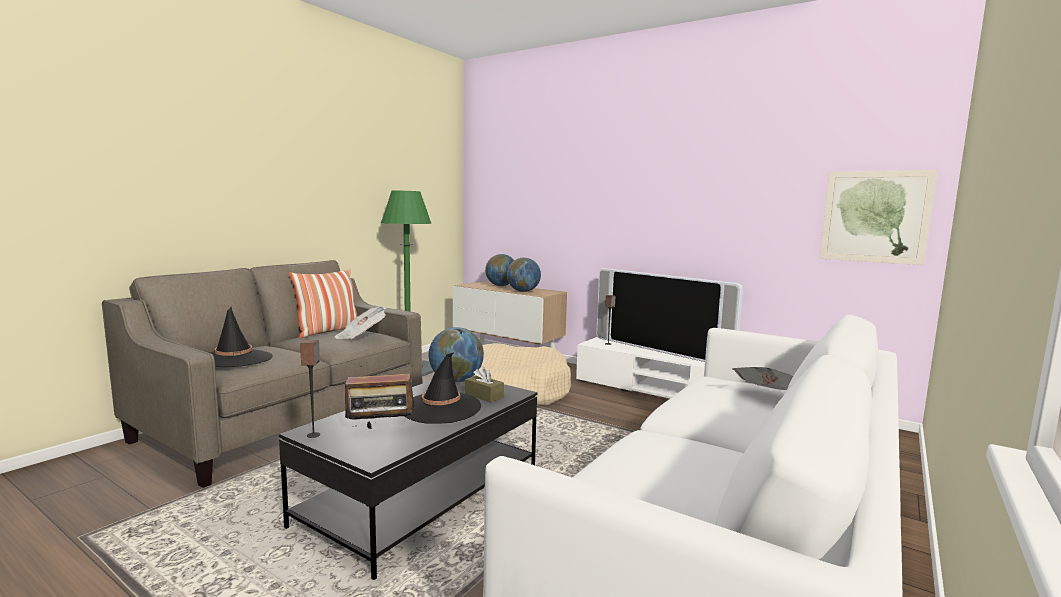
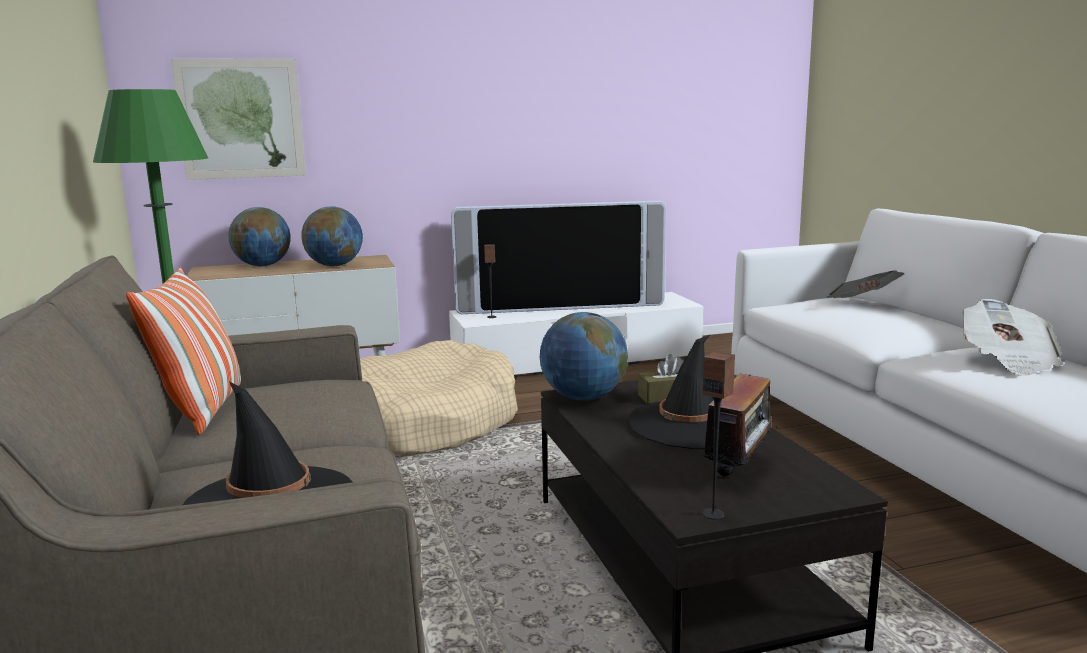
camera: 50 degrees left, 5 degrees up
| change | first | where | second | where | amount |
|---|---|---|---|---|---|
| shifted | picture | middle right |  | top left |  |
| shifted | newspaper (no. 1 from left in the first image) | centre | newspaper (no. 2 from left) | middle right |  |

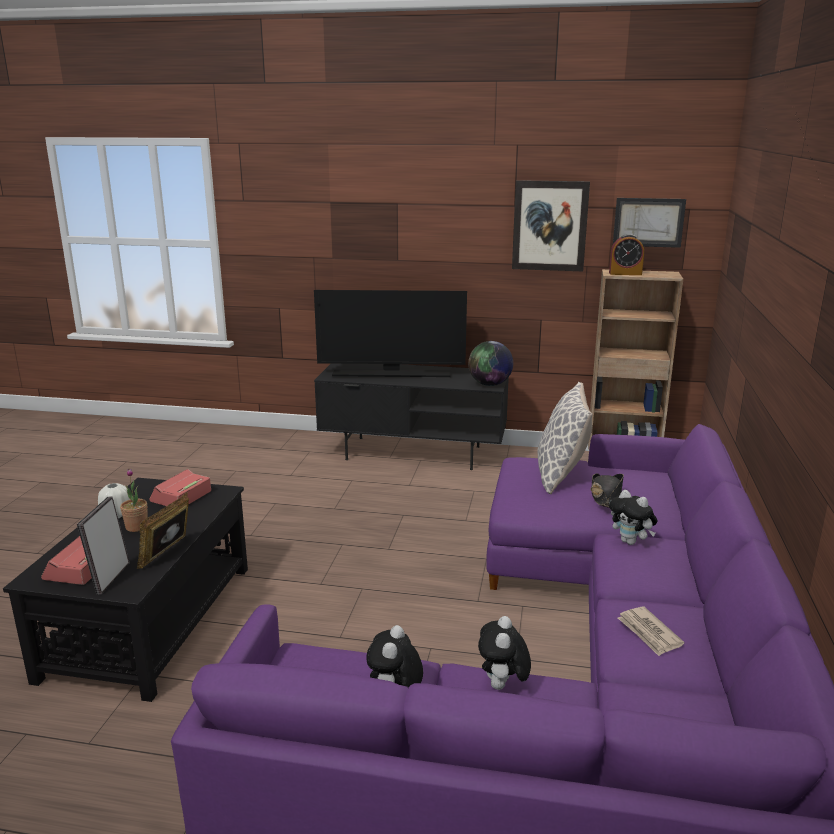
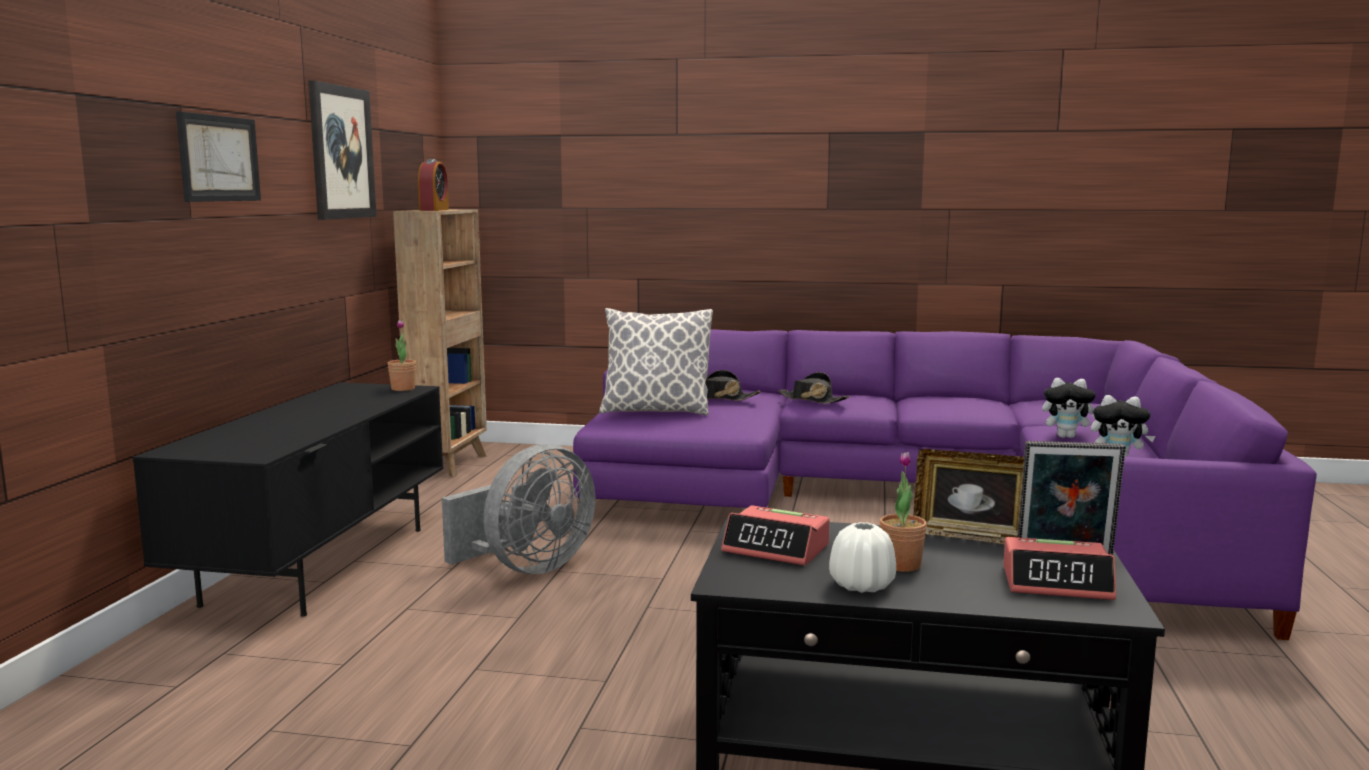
camera: 90 degrees left, 10 degrees down
| change | first | where | second | where | amount |
|---|---|---|---|---|---|
| shifted | picture (no. 2 from left in the first image) | top right | picture (no. 1 from left) | top left |  |
| gone | TV set | centre |  |  |  |
| swapped | desk globe | centre | potted plant (no. 1 from left) | middle left |  |
| swapped | cuddly toy (no. 3 from left) | middle right | wearable hat/black (no. 2 from left) | centre |  |
| gone | newspaper | bottom right |  |  |  |
| new |  |  | fan/grey | centre |  |

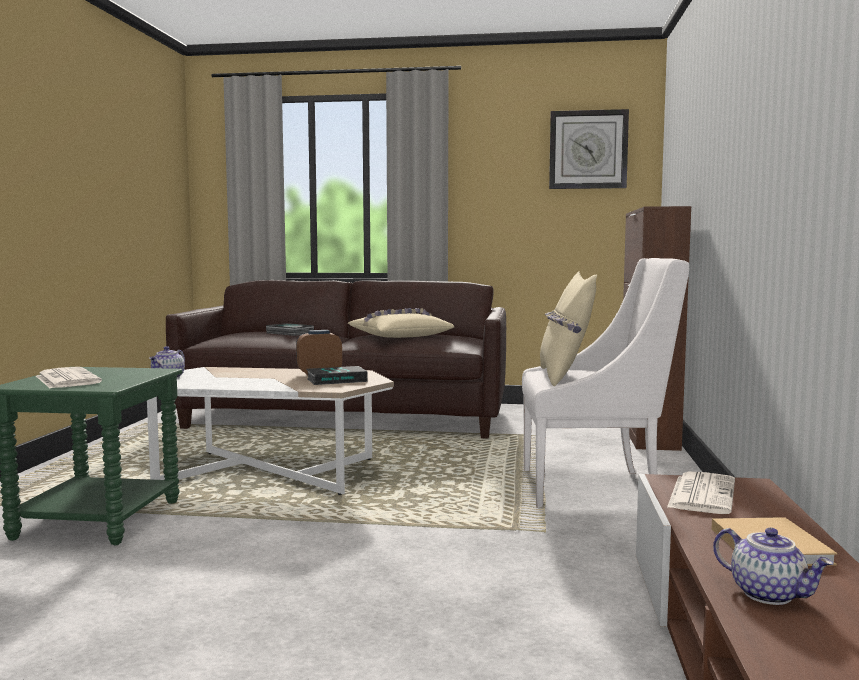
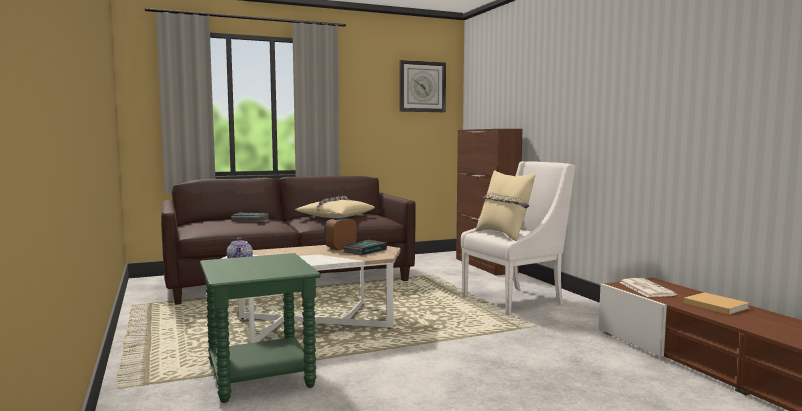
camera: 30 degrees left, 0 degrees up
| change | first | where | second | where | amount |
|---|---|---|---|---|---|
| gone | newspaper (no. 1 from left) | middle left |  |  |  |
| gone | tea pot (no. 2 from left) | bottom right |  |  |  |

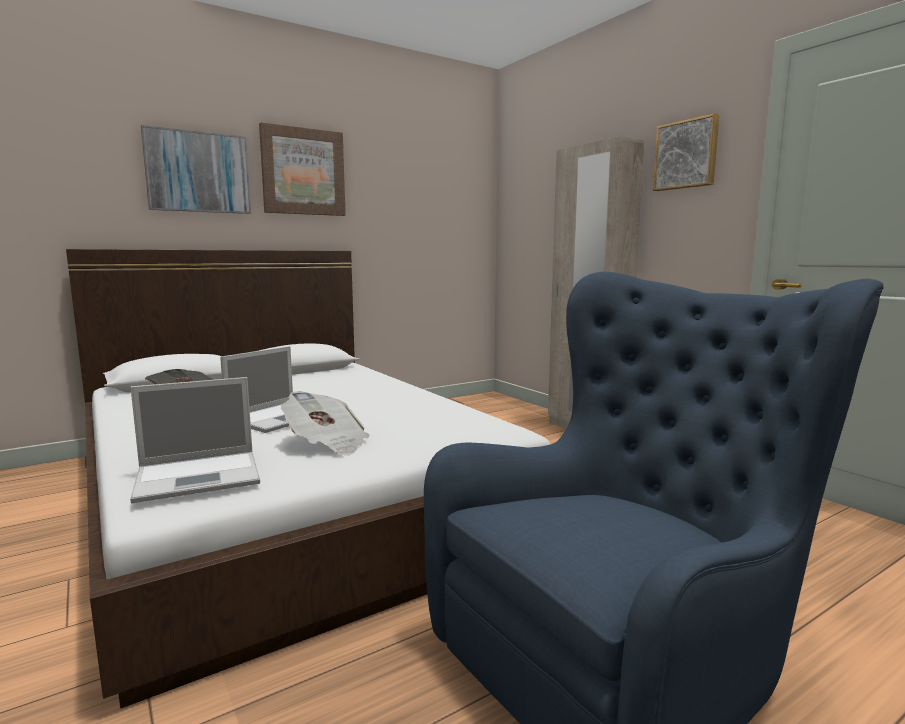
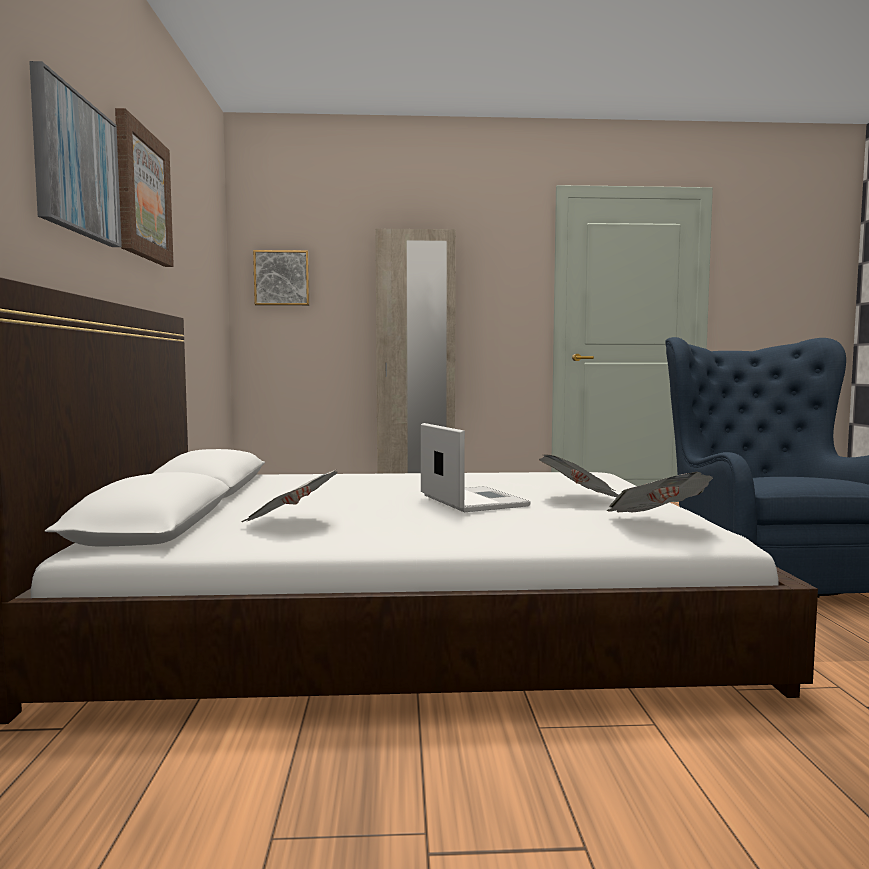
camera: 60 degrees left, 5 degrees down
| change | first | where | second | where | amount |
|---|---|---|---|---|---|
| shifted | picture (no. 3 from left) | top right |  | top left |  |
| swapped | notebook computer (no. 1 from left) | middle left | newspaper (no. 3 from left) | middle right |  |

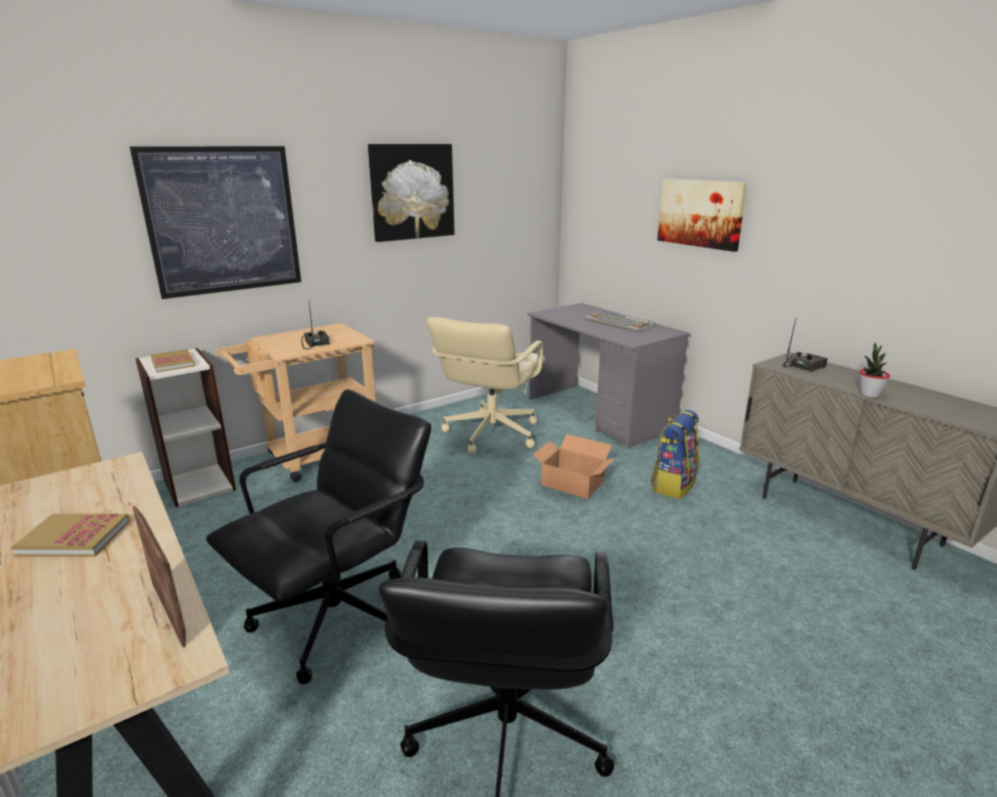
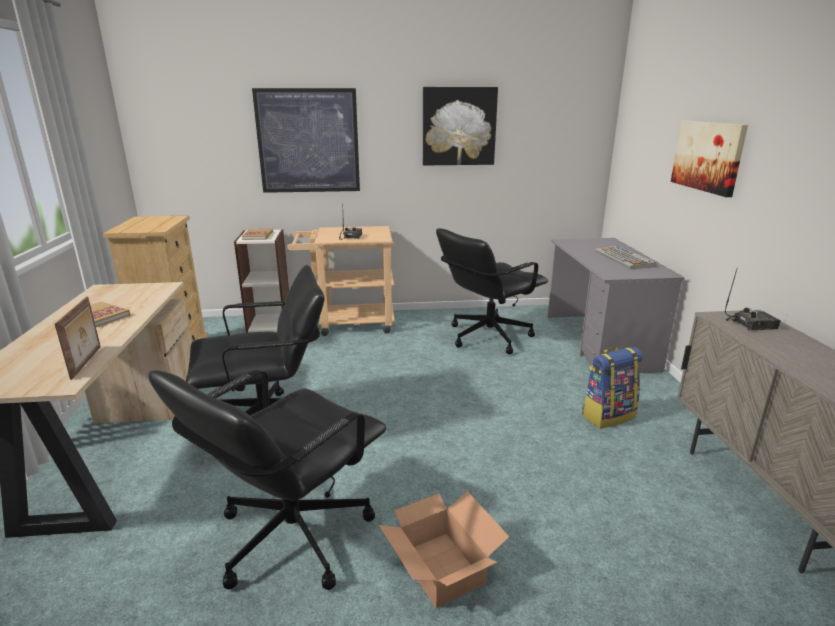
camera: 30 degrees right, 0 degrees up
| change | first | where | second | where | amount |
|---|---|---|---|---|---|
| repainted | desk chair/beige | centre | desk chair/black (no. 3 from left) | centre |  |
| gone | potted plant | middle right |  |  |  |
| shifted | cardboard box | centre |  | bottom centre |  |

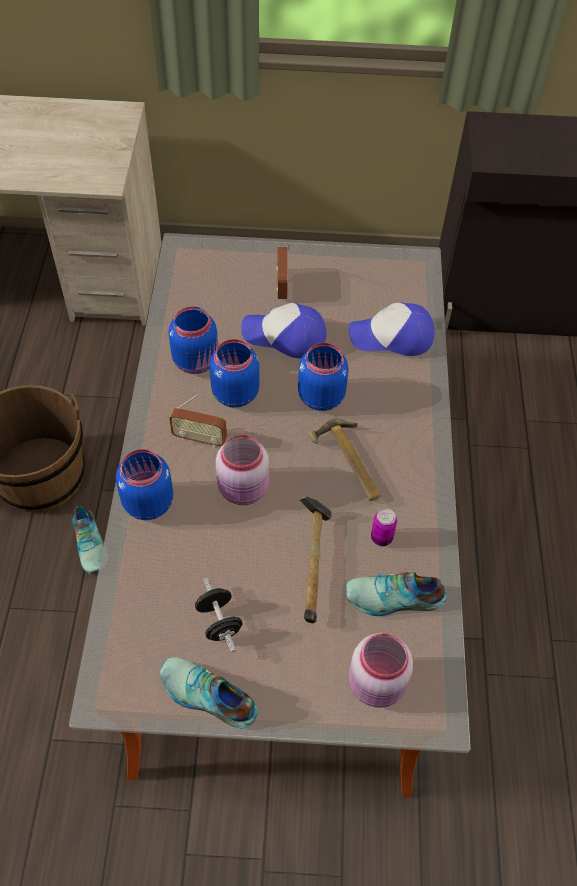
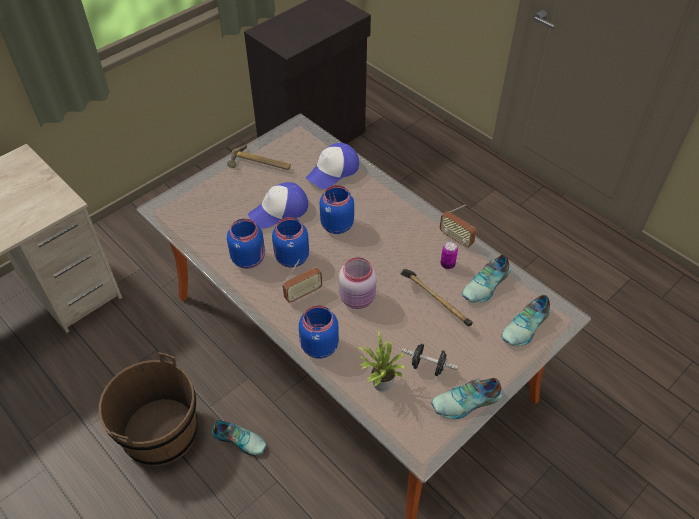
camera: 45 degrees left, 5 degrees down
| change | first | where | second | where | amount |
|---|---|---|---|---|---|
| shifted | radio set (no. 2 from left) | top centre |  | centre |  |
| shifted | tool hammer (no. 2 from left in the first image) | centre | tool hammer (no. 1 from left) | top centre |  |
| swapped | preserve jar/pink (no. 2 from left) | bottom centre | low shoe (no. 4 from left) | middle right |  |
| new |  |  | potted plant | bottom centre |  |

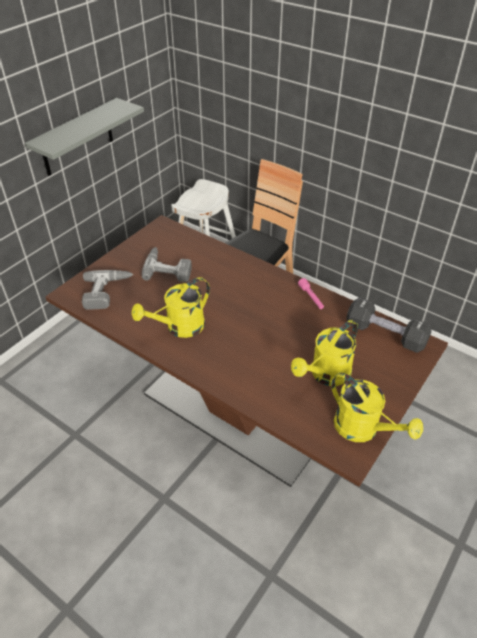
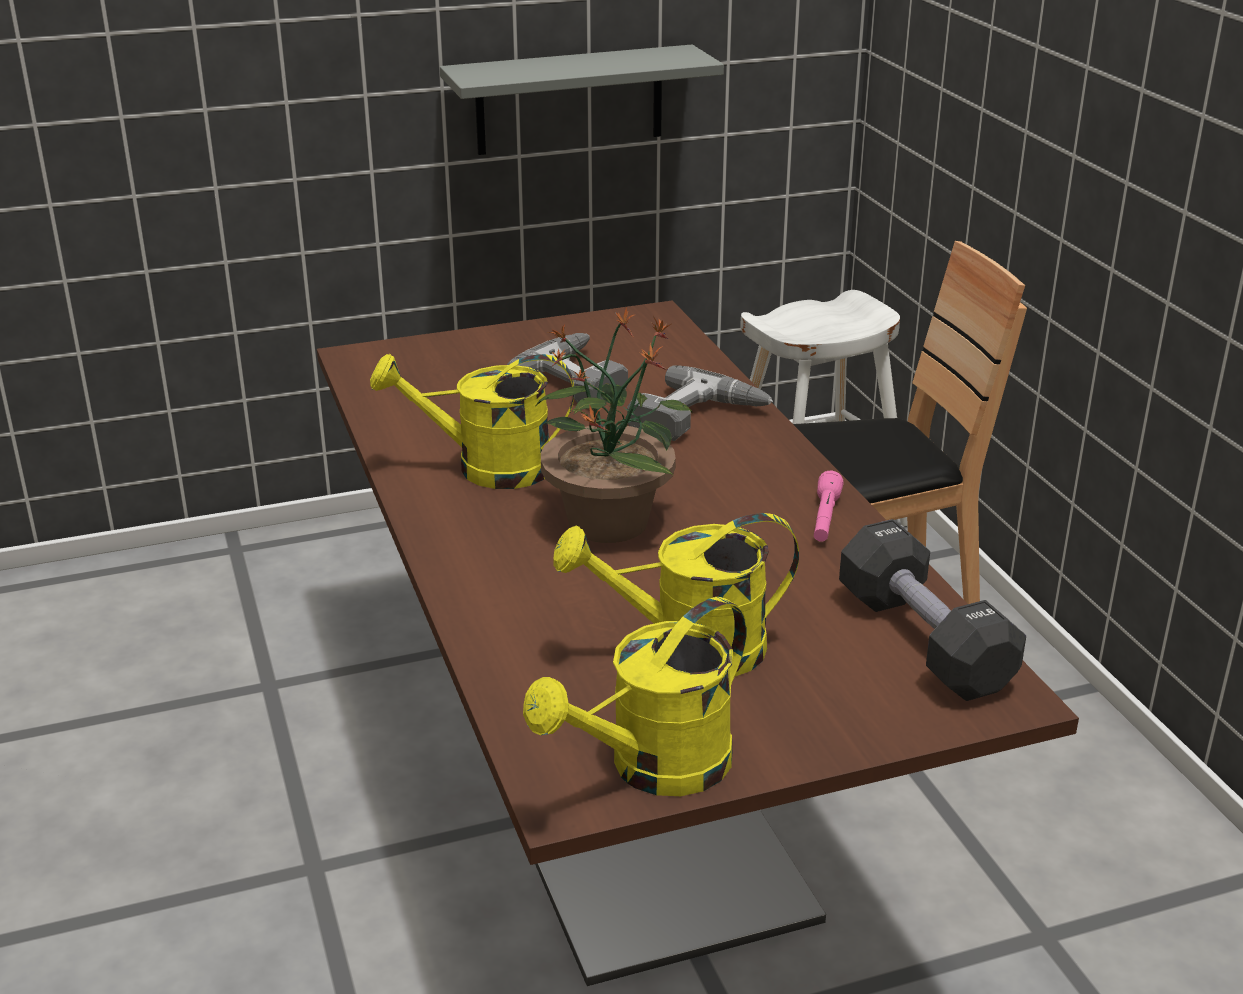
camera: 35 degrees right, 15 degrees down
| change | first | where | second | where | amount |
|---|---|---|---|---|---|
| shifted | drill (no. 1 from left in the first image) | middle left | drill (no. 2 from left) | centre |  |
| rotated | watering pot/yellowish (no. 3 from left in the first image) | middle right | watering pot/yellowish (no. 2 from left) | bottom centre | 60 degrees clockwise |
| new |  |  | potted plant | centre |  |

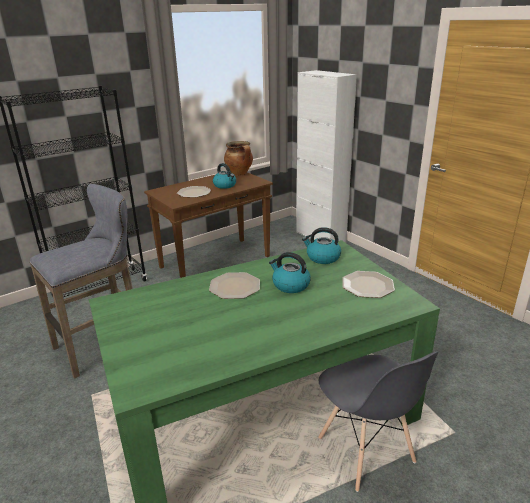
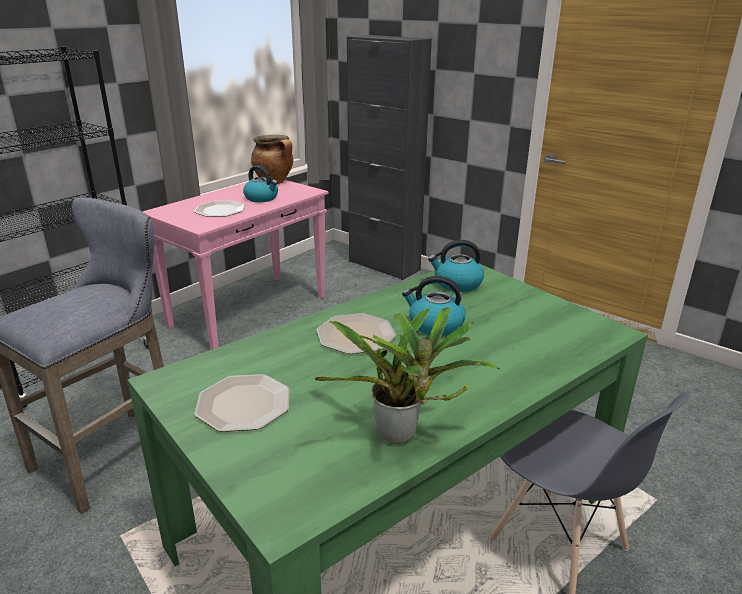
camera: 15 degrees left, 0 degrees up
| change | first | where | second | where | amount |
|---|---|---|---|---|---|
| repainted | cupboard/white-coloured | top centre | cupboard/black | top centre |  |
| repainted | narrow table/brown | centre | narrow table/pink | middle left |  |
| shifted | plate (no. 3 from left in the first image) | middle right | plate (no. 2 from left) | bottom left |  |
| new |  |  | potted plant | centre |  |

